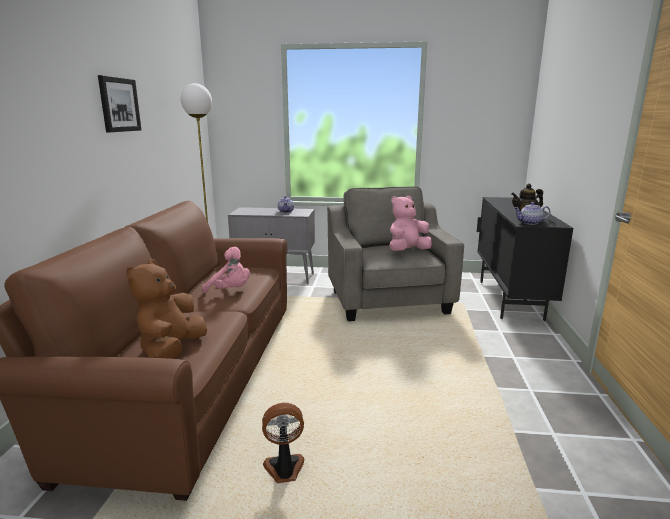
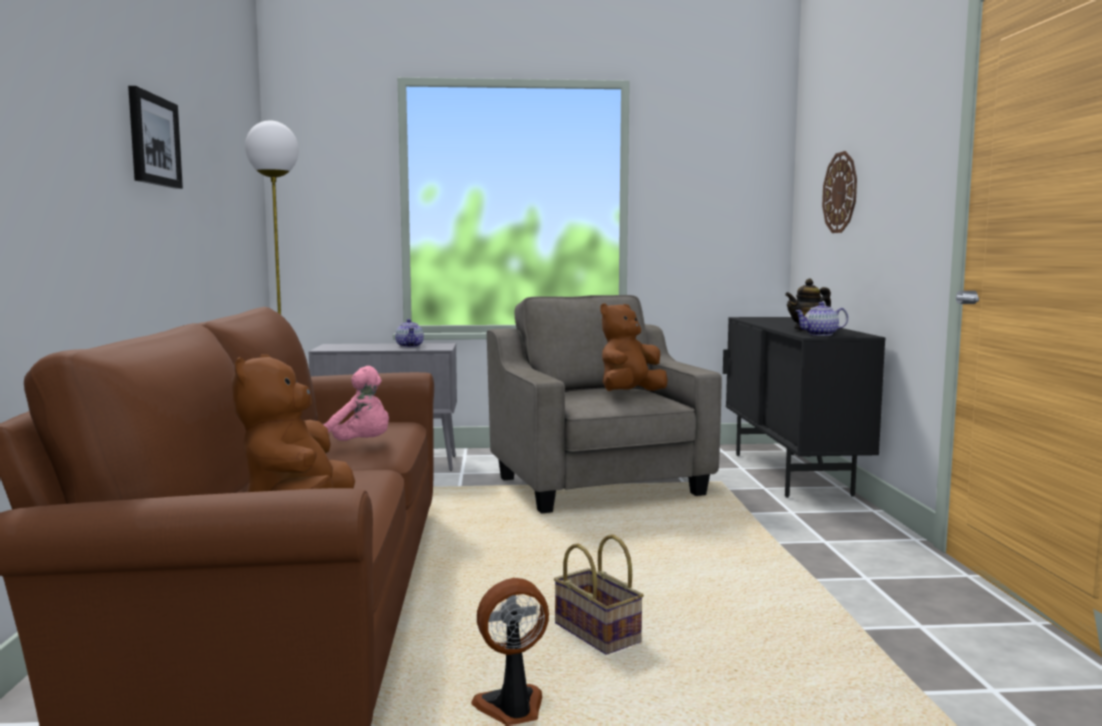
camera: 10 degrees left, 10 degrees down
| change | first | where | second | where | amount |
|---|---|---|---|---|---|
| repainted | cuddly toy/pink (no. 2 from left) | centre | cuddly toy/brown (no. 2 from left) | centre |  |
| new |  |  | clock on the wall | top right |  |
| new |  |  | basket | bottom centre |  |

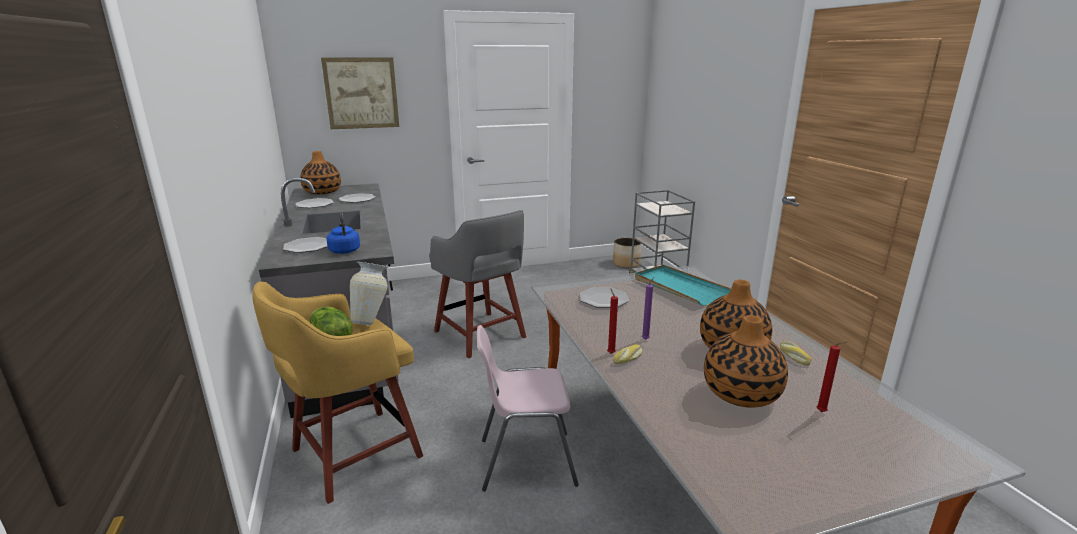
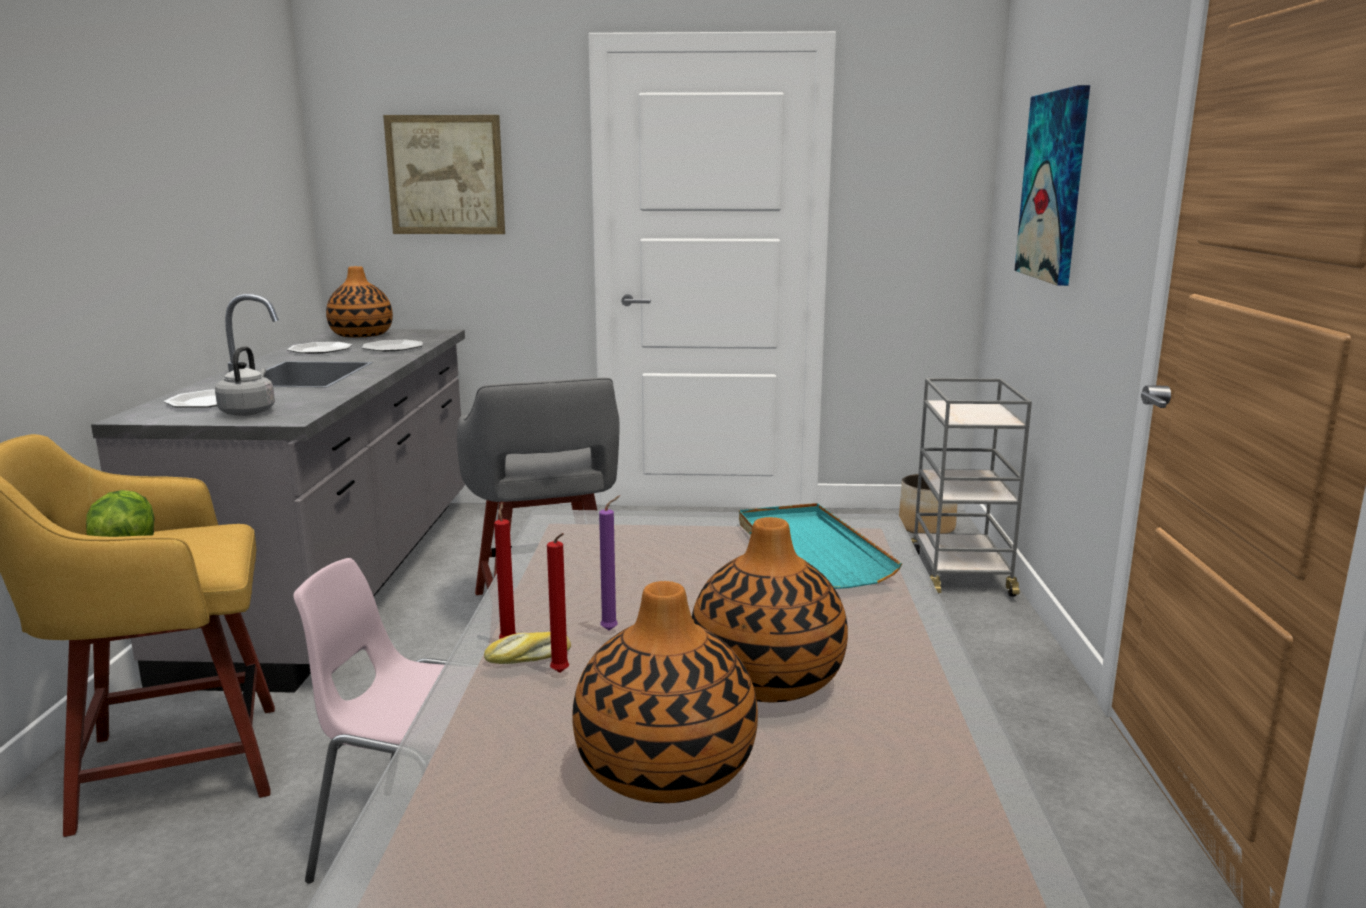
camera: 20 degrees right, 5 degrees down
| change | first | where | second | where | amount |
|---|---|---|---|---|---|
| repainted | tea kettle/blue | middle left | tea kettle/grey | middle left |  |
| gone | vase (no. 2 from left) | centre |  |  |  |
| gone | plate (no. 4 from left) | centre |  |  |  |
| gone | bakery bread (no. 2 from left) | middle right |  |  |  |
| shifted | wax candle/reddish (no. 2 from left) | bottom right |  | centre |  |
| new |  |  | picture (no. 2 from left) | top right |  |

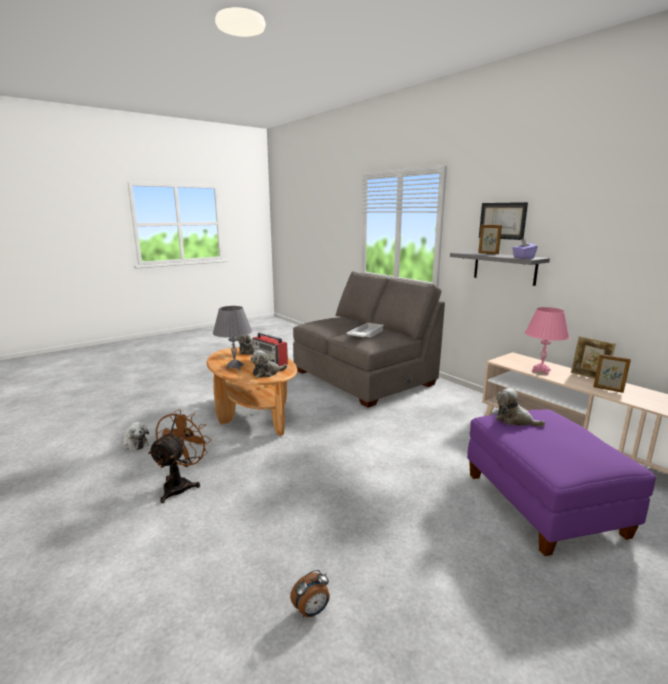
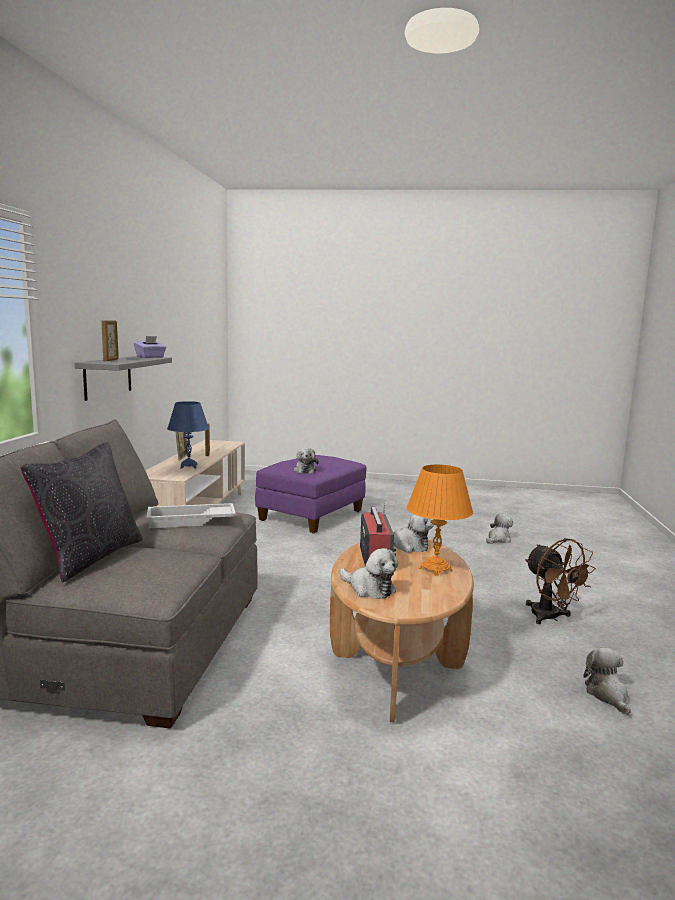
camera: 135 degrees left, 5 degrees down
| change | first | where | second | where | amount |
|---|---|---|---|---|---|
| gone | picture | top right |  |  |  |
| repainted | tabletop lamp/grey | centre | tabletop lamp/orangey | centre |  |
| repainted | tabletop lamp/pink | middle right | tabletop lamp/blue | middle left |  |
| rotated | fan/brown | bottom left |  | middle right | 90 degrees counterclockwise |
| swapped | alarm clock | bottom centre | cuddly toy (no. 4 from left) | middle right |  |
| new |  |  | throw pillow/black | middle left |  |

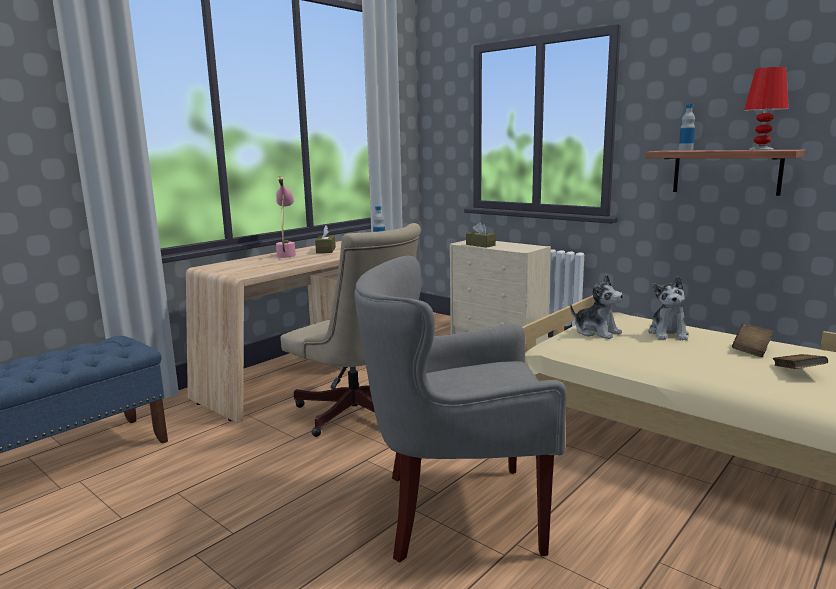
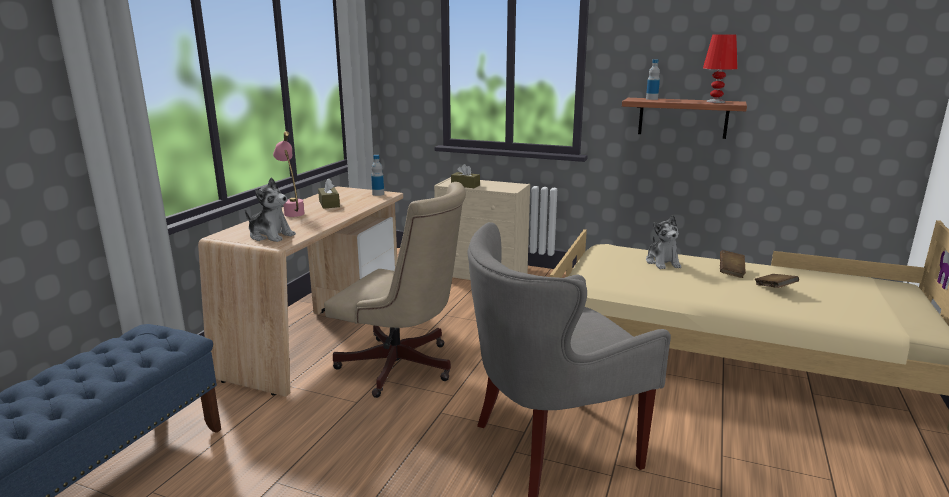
camera: 20 degrees left, 5 degrees up
| change | first | where | second | where | amount |
|---|---|---|---|---|---|
| shifted | cuddly toy (no. 1 from left) | middle right |  | middle left |  |

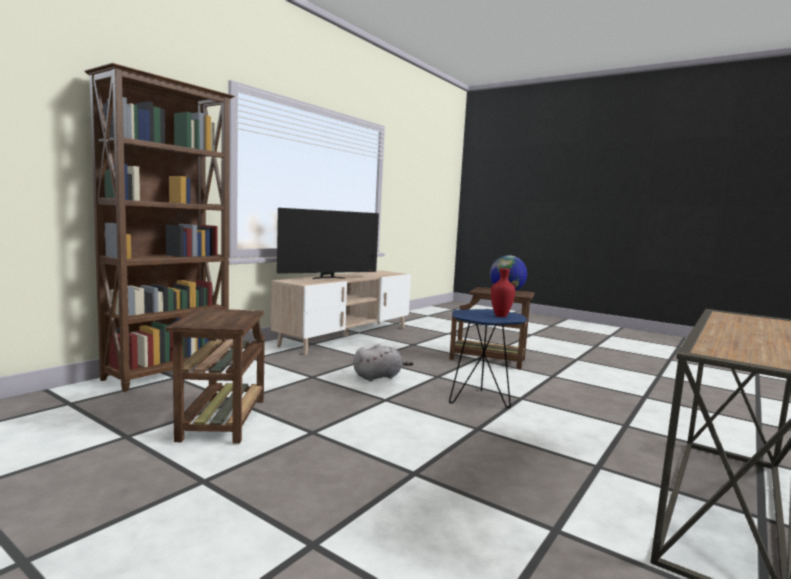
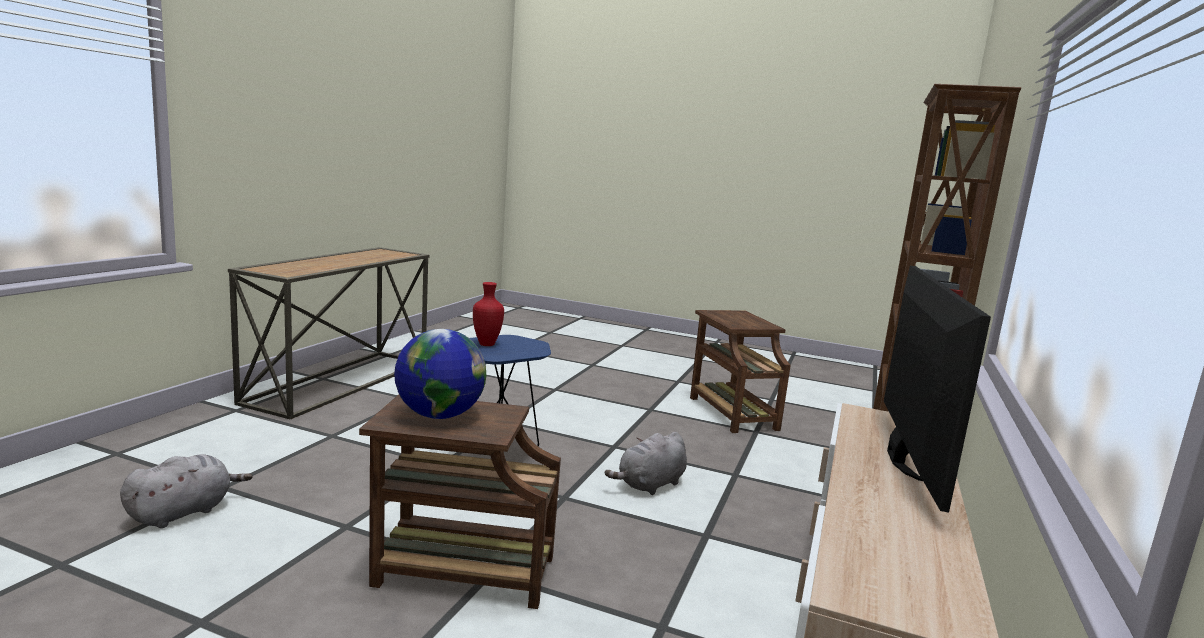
camera: 165 degrees right, 5 degrees up
| change | first | where | second | where | amount |
|---|---|---|---|---|---|
| rotated | TV set | centre |  | middle right | 150 degrees clockwise |
| new |  |  | cuddly toy/grey (no. 1 from left) | bottom left |  |

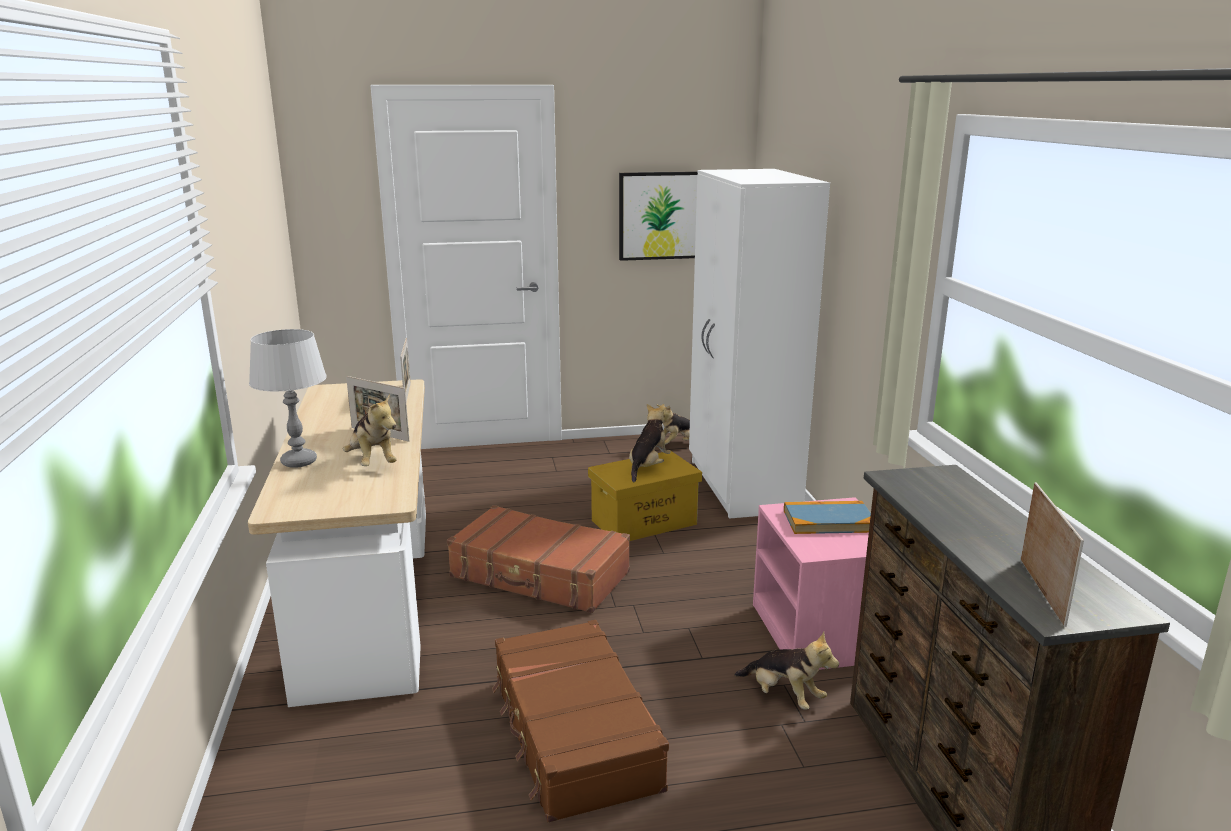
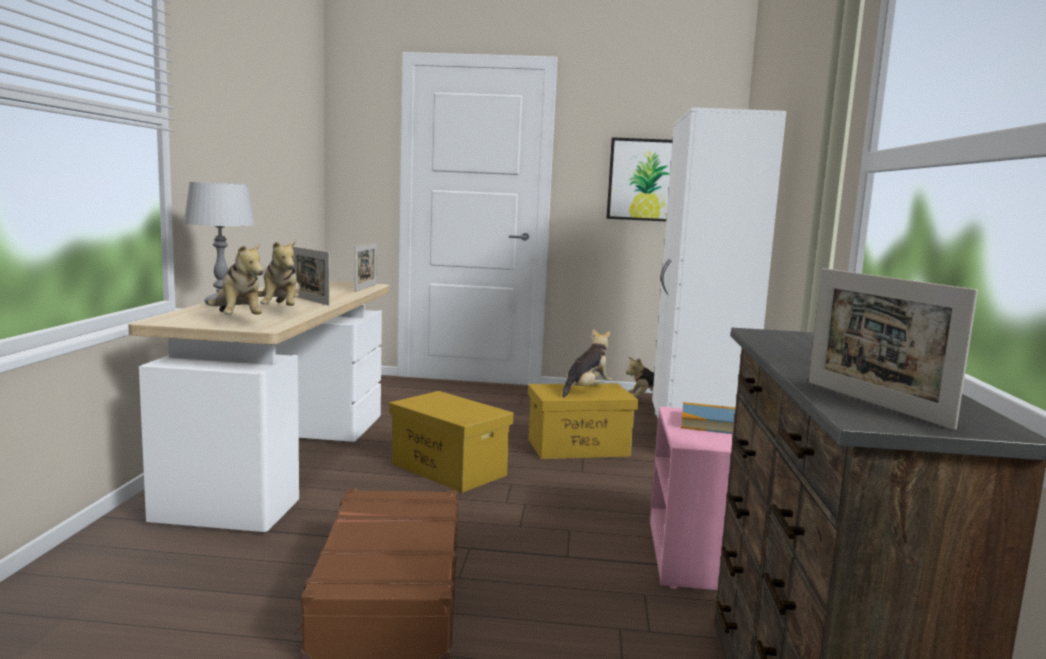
camera: 15 degrees right, 10 degrees down
| change | first | where | second | where | amount |
|---|---|---|---|---|---|
| rotated | picture frame (no. 3 from left) | bottom right |  | middle right | 135 degrees clockwise |
| swapped | piece of luggage/brown (no. 1 from left) | bottom centre | storage bin/yellowish (no. 1 from left) | bottom centre |  |
| shifted | cuddly toy (no. 4 from left in the first image) | bottom centre | cuddly toy (no. 1 from left) | middle left |  |

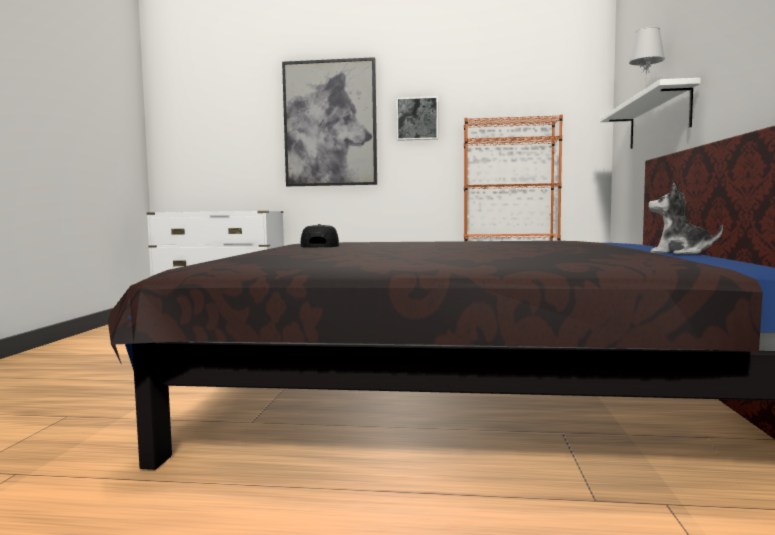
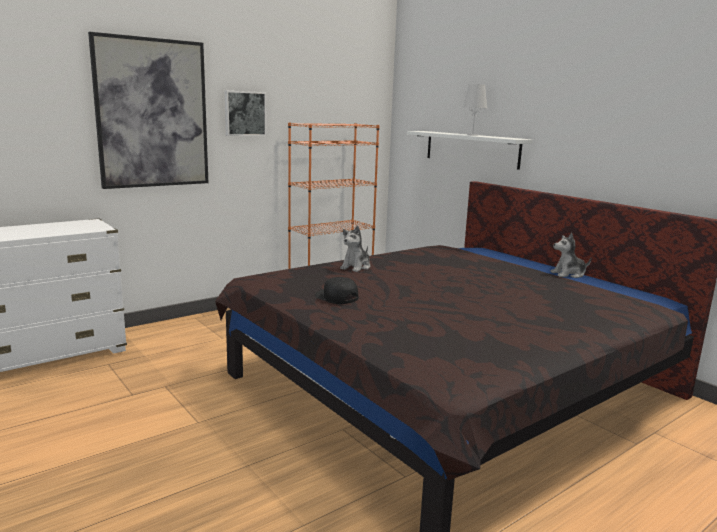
camera: 45 degrees left, 10 degrees up
| change | first | where | second | where | amount |
|---|---|---|---|---|---|
| new |  |  | cuddly toy (no. 1 from left) | centre |  |

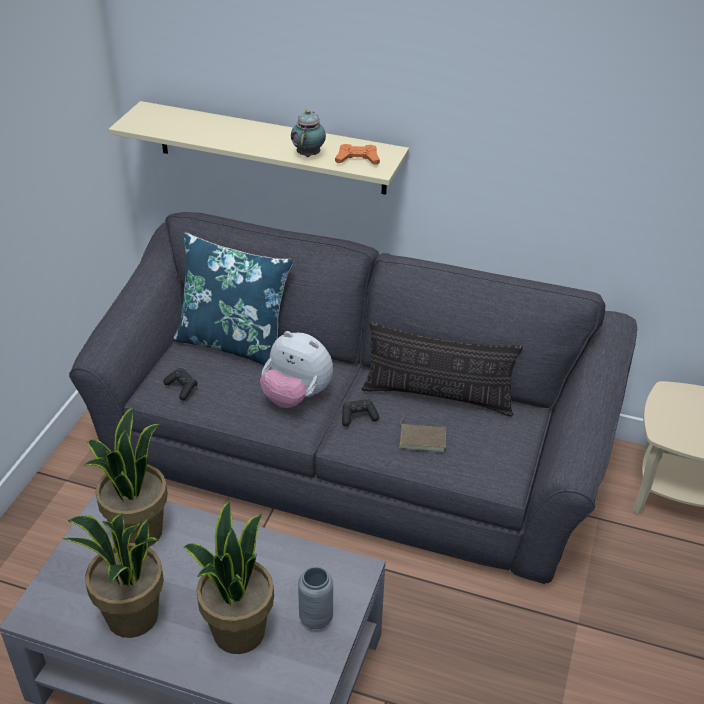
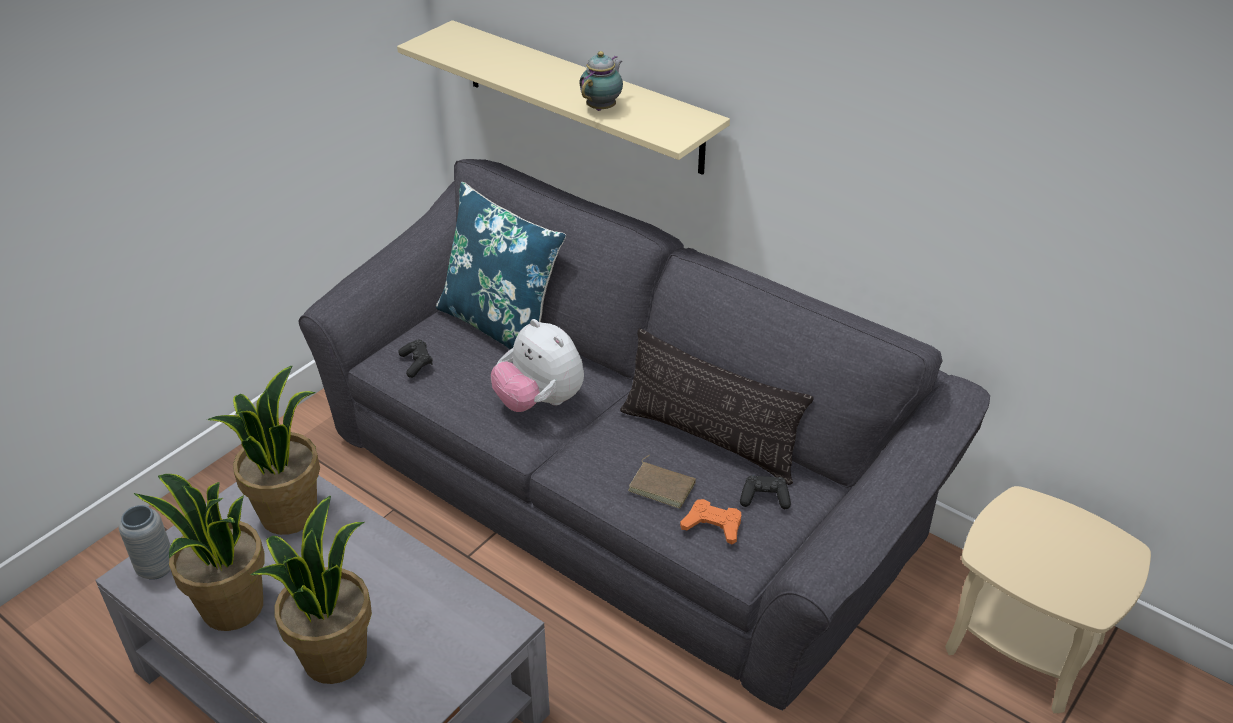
camera: 20 degrees right, 0 degrees up
| change | first | where | second | where | amount |
|---|---|---|---|---|---|
| shifted | gamepad/orangey | top centre |  | bottom centre |  |
| shifted | gamepad/black (no. 2 from left) | centre |  | bottom centre |  |
| shifted | vase/grey | bottom centre |  | bottom left |  |

